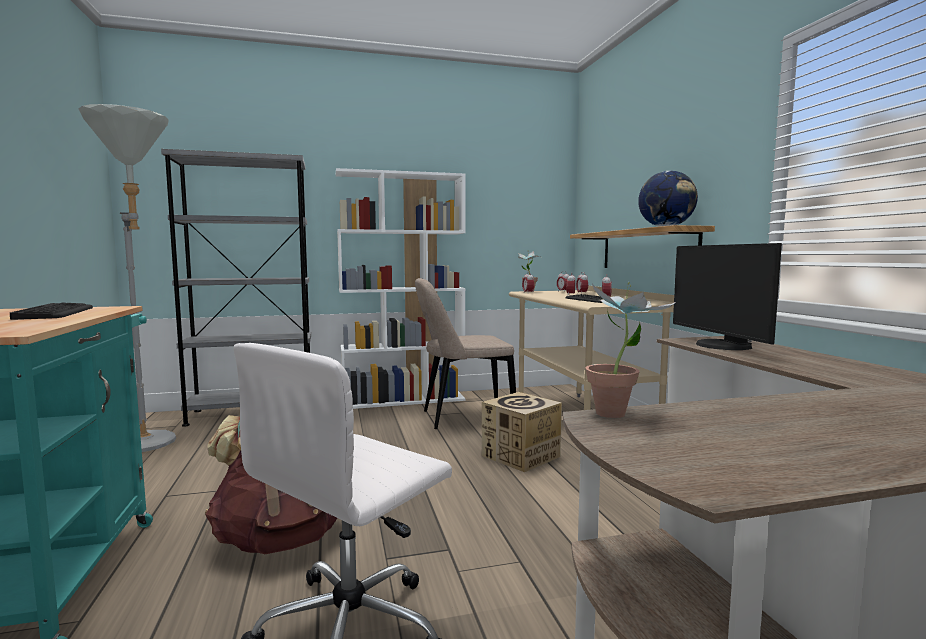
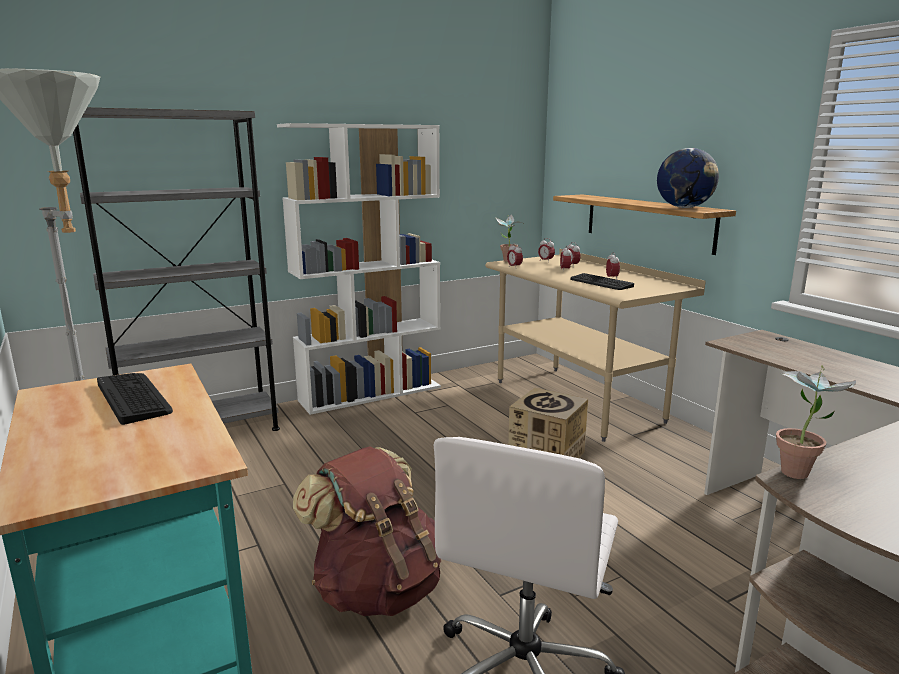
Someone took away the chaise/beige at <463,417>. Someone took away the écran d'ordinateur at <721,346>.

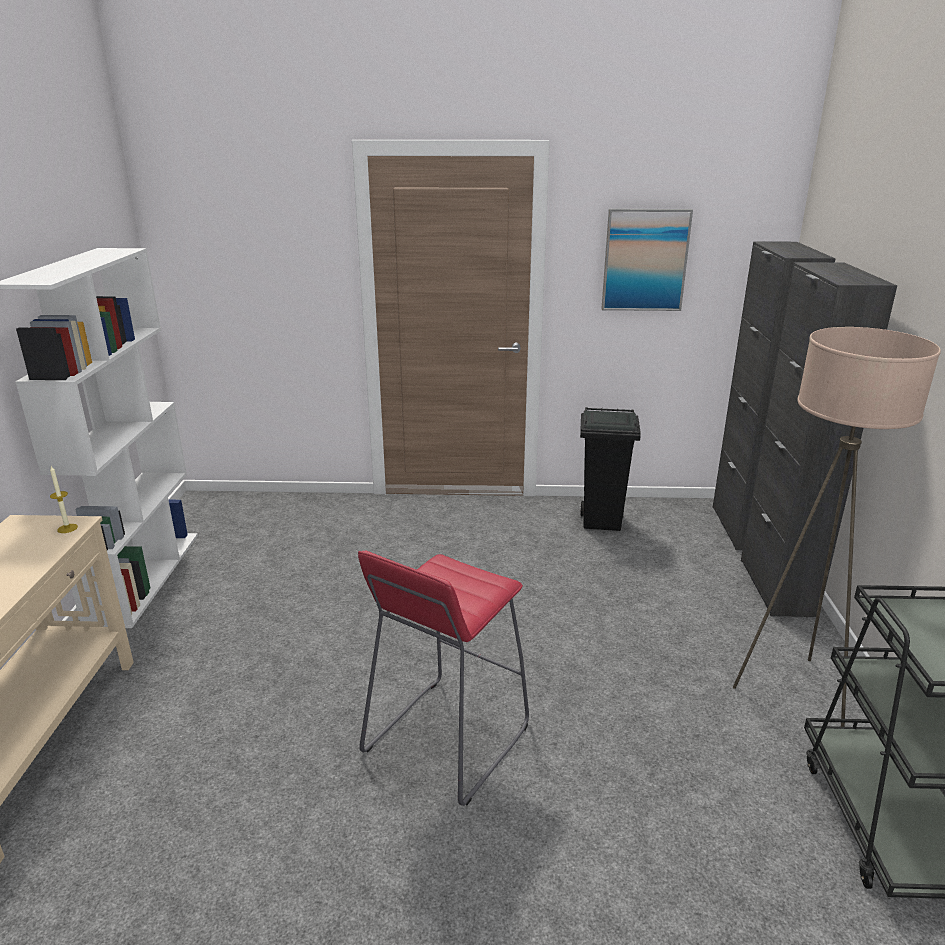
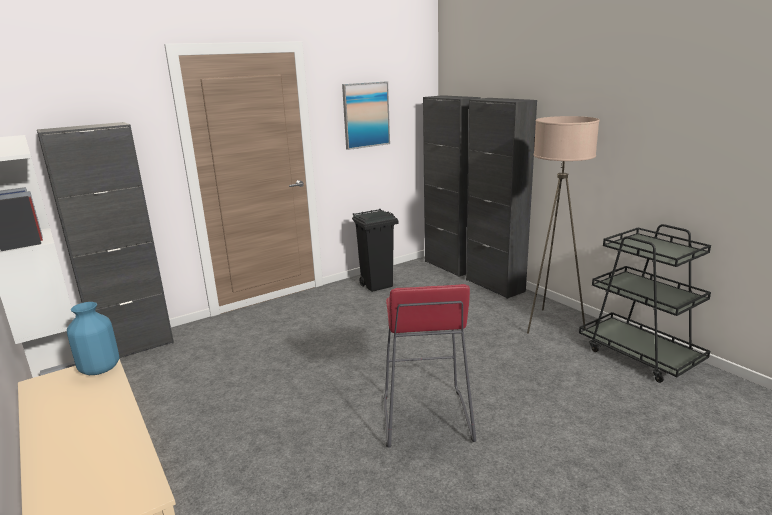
Someone put down the meuble de rangement/noir at <134,347>. Someone swapped the bougie at <67,528> for the vase/bleu at <99,369>.

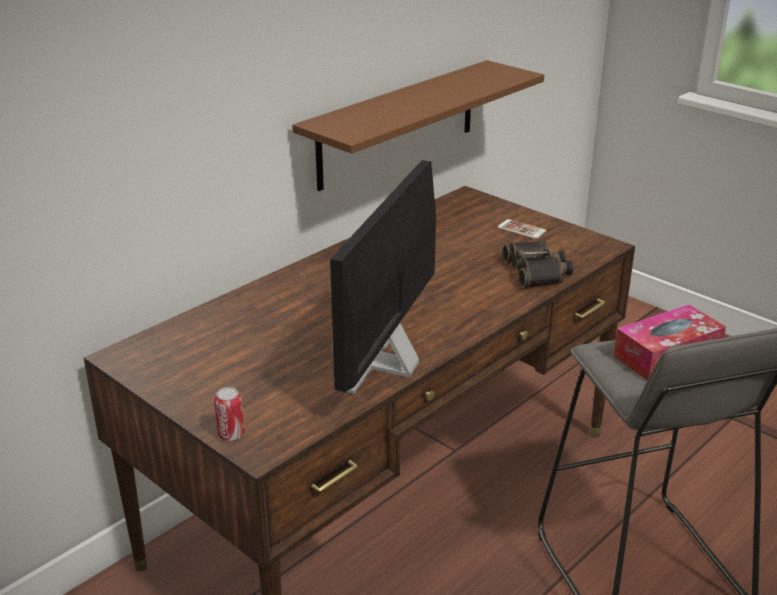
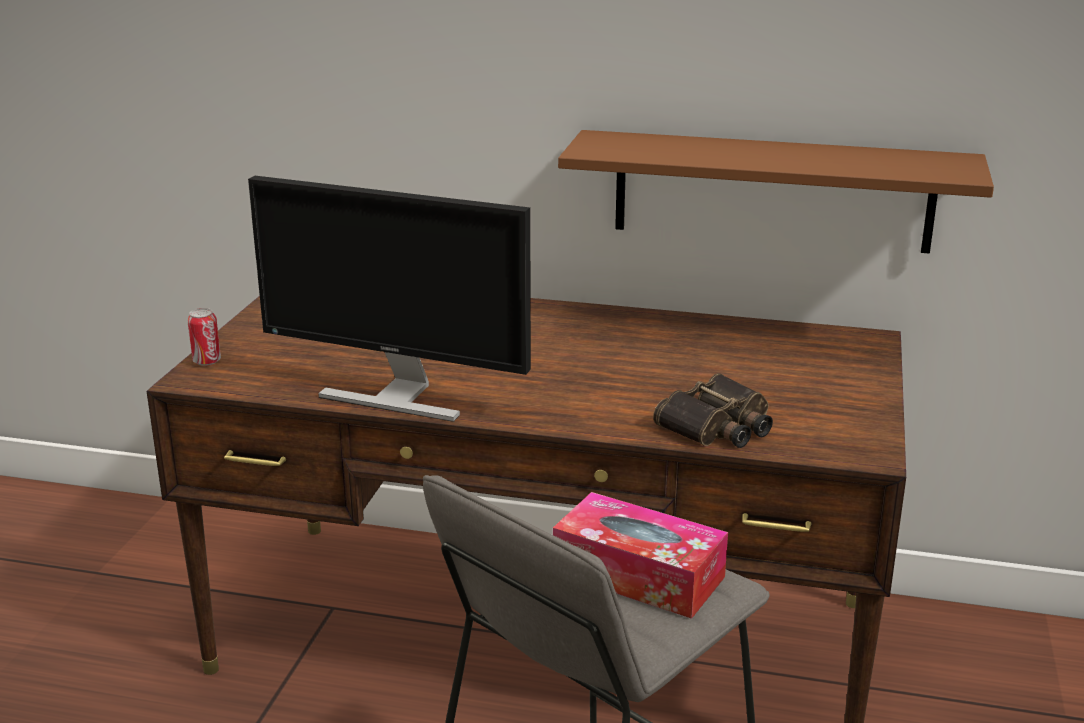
Someone rotated the écran d'ordinateur at <390,363> by 150 degrees counterclockwise. Someone took away the téléphone at <521,230>.

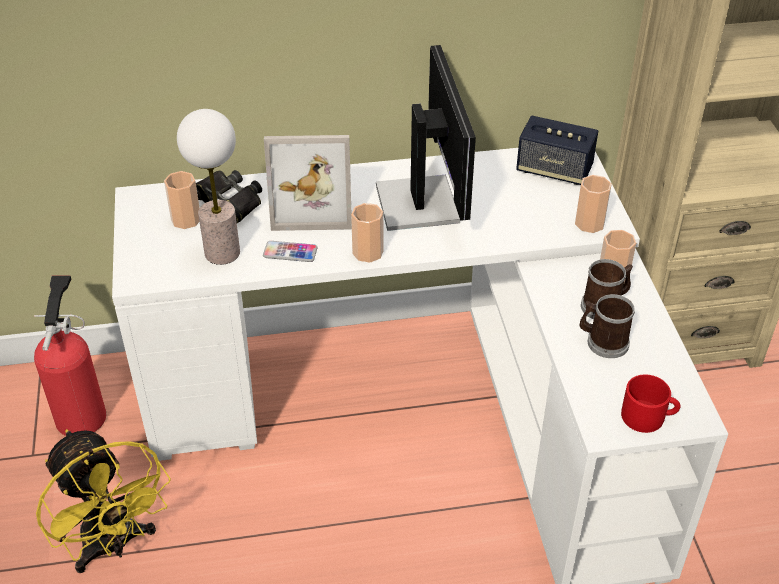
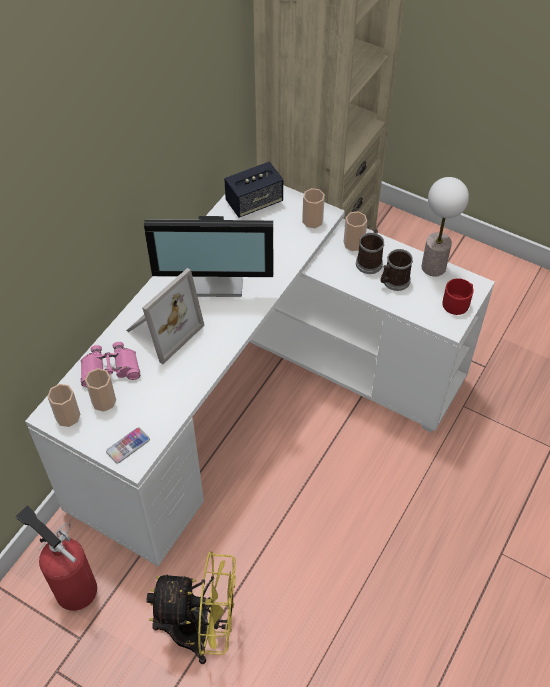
Someone carried the tasse from <368,252> to <68,416>. Someone repainted the jumelles/noir at <228,201>, which became the jumelles/rose at <110,369>. Someone carried the téléphone from <290,252> to <128,446>. Someone rotated the écran d'ordinateur at <421,202> by 150 degrees clockwise. Someone carried the lampe de table from <222,252> to <433,267>.

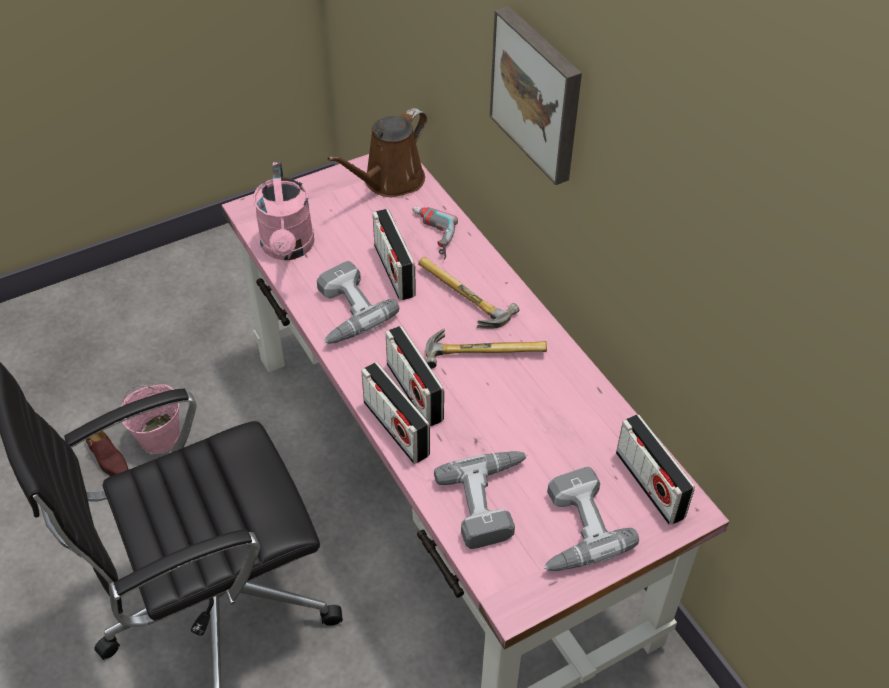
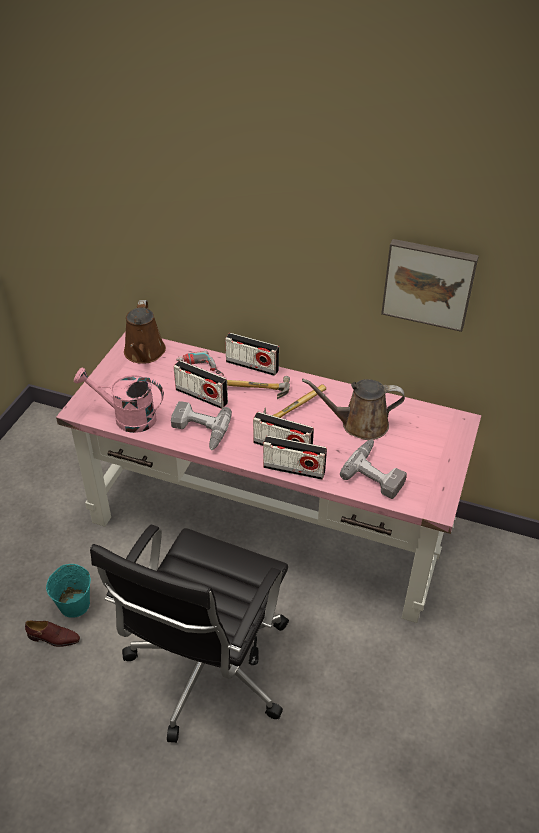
Someone repainted the seau/rose at <160,437>, which became the seau/turquoise at <74,604>. Someone rotated the arrosoir/rose at <288,249> by 150 degrees clockwise. Someone carried the radio from <649,485> to <252,366>. Someone put down the arrosoir/marron at <359,424>. Someone carried the tableau from <539,94> to <429,283>. Someone took away the perceuse at <573,529>.

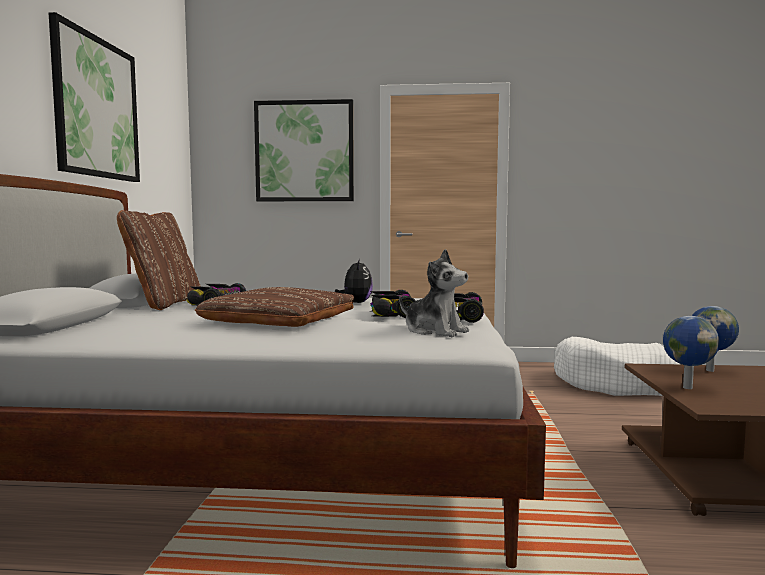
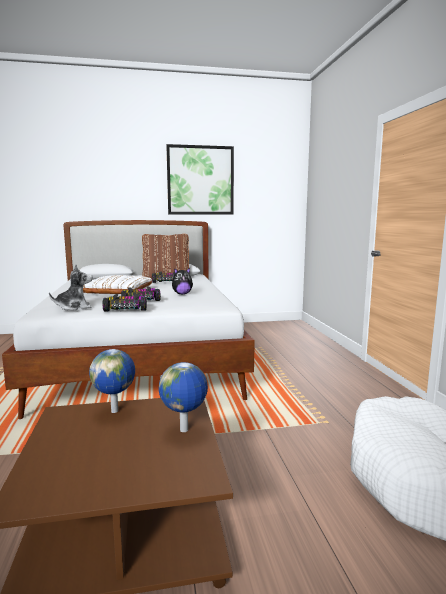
Someone rotated the peluche at <435,331> by 135 degrees counterclockwise. Someone repainted the coussin/marron at <279,319>, which became the coussin/blanc at <117,290>. Someone took away the tableau at <304,151>.

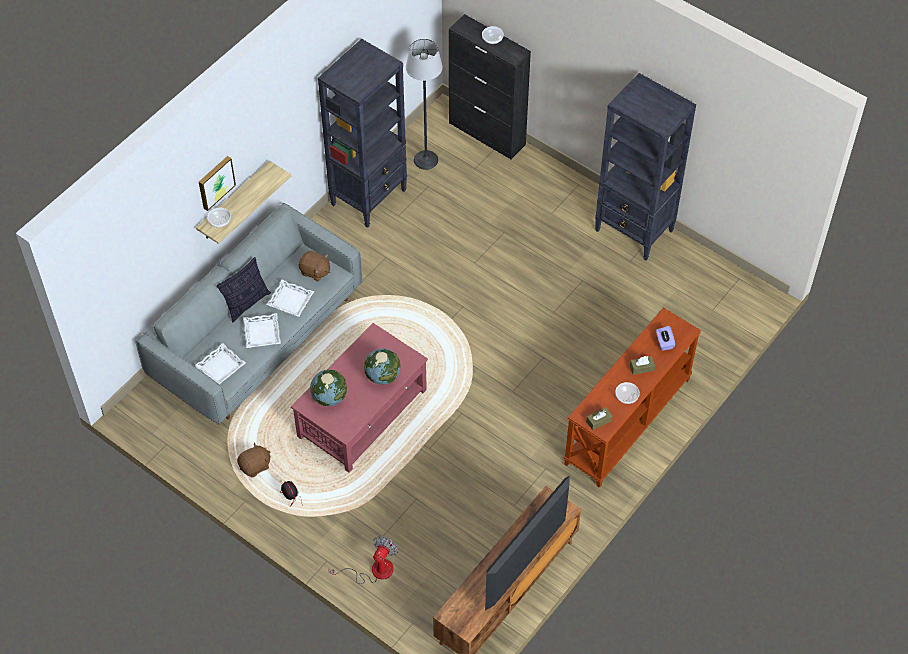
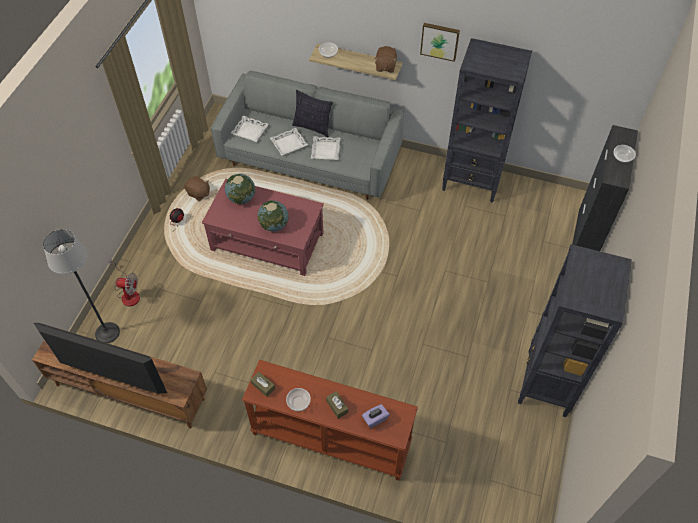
Someone carried the lampadaire from <426,159> to <107,333>. Someone carried the peluche/marron from <315,272> to <385,66>. Someone carried the tableau from <215,182> to <440,41>.

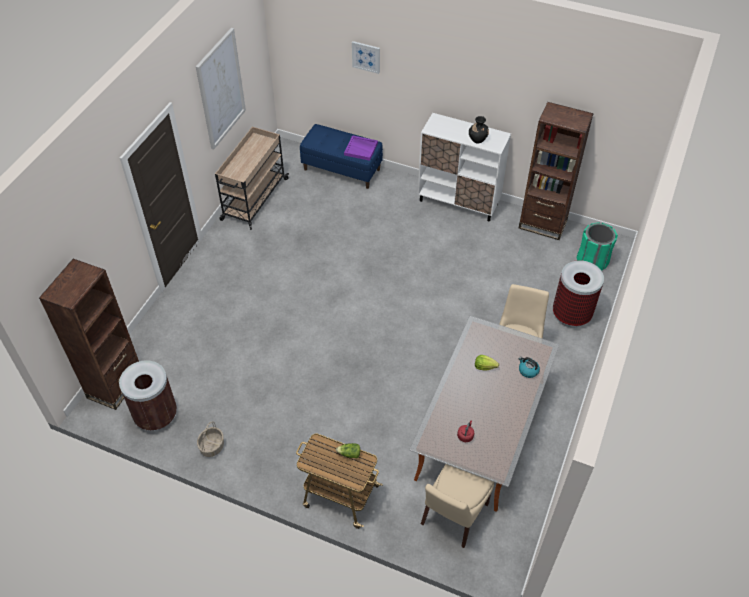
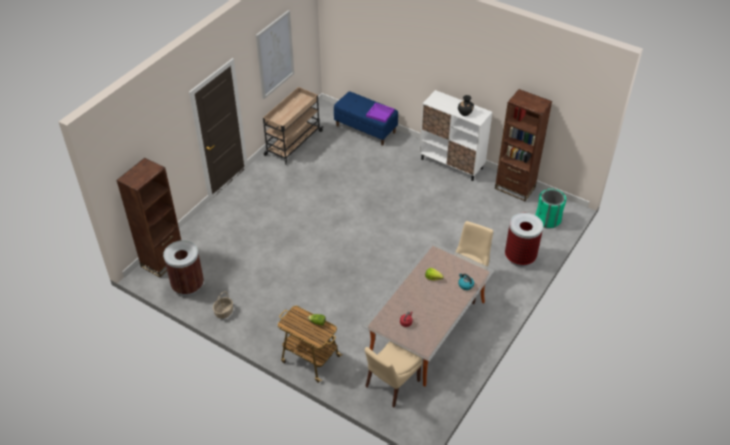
Someone took away the tableau at <366,57>.

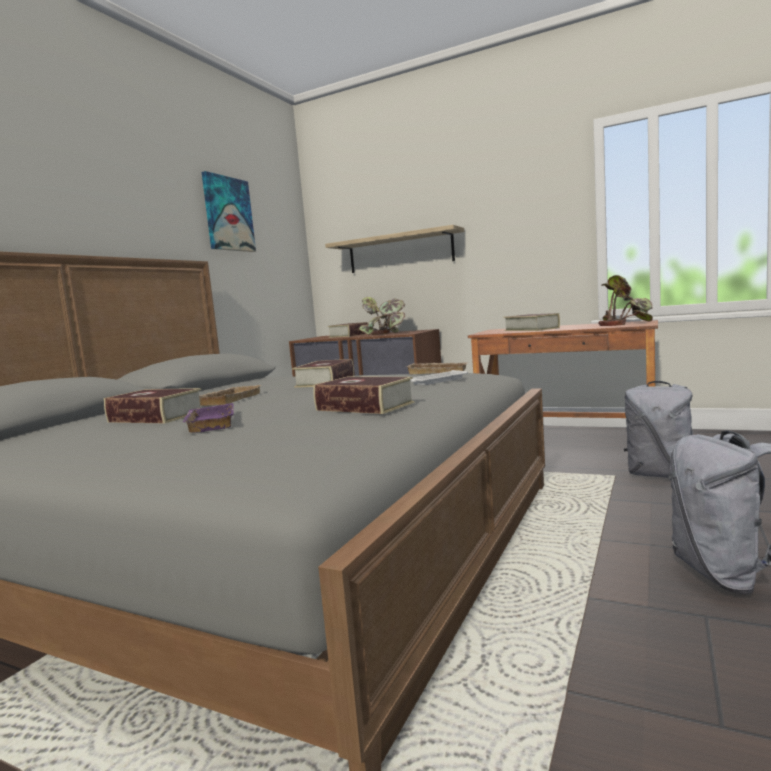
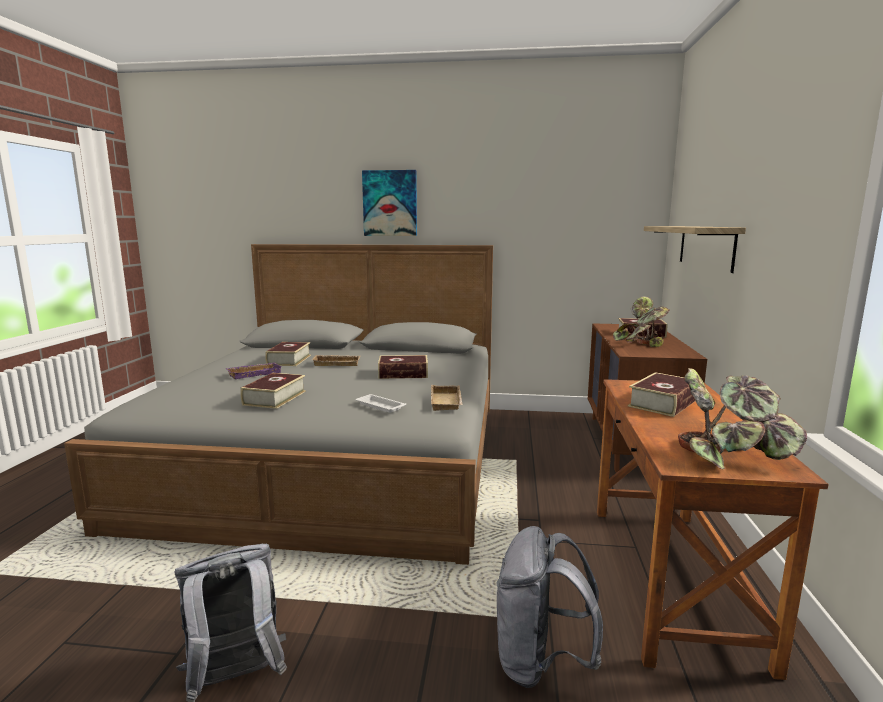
Someone carried the tableau from <228,214> to <390,203>.

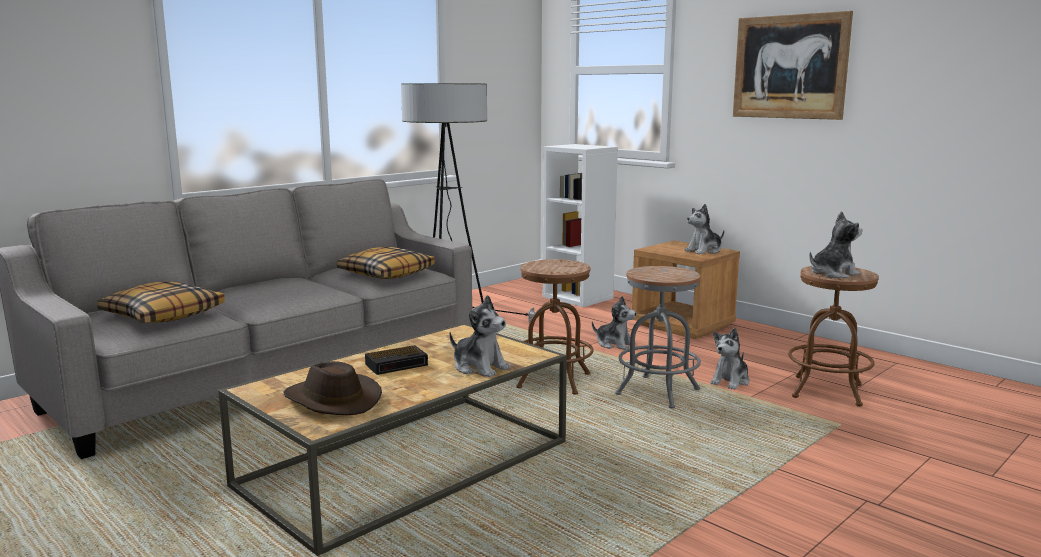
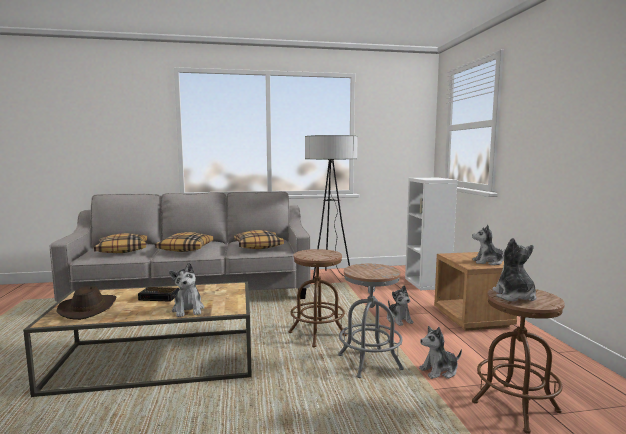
Someone put down the coussin at <186,248>. Someone rotated the peluche at <832,274> by 105 degrees counterclockwise. Someone took away the tableau at <789,67>.

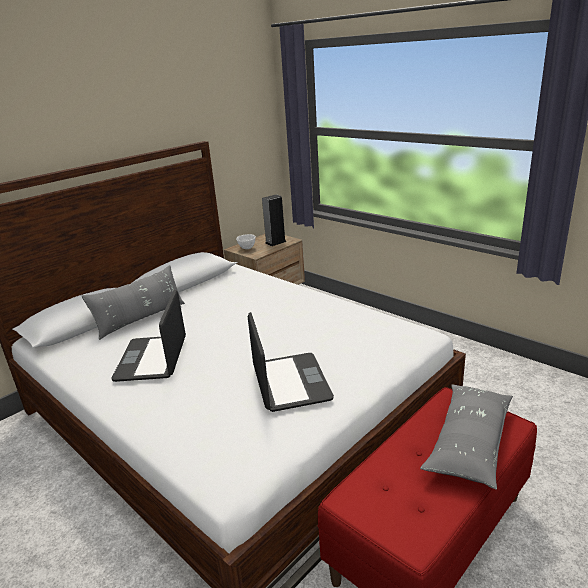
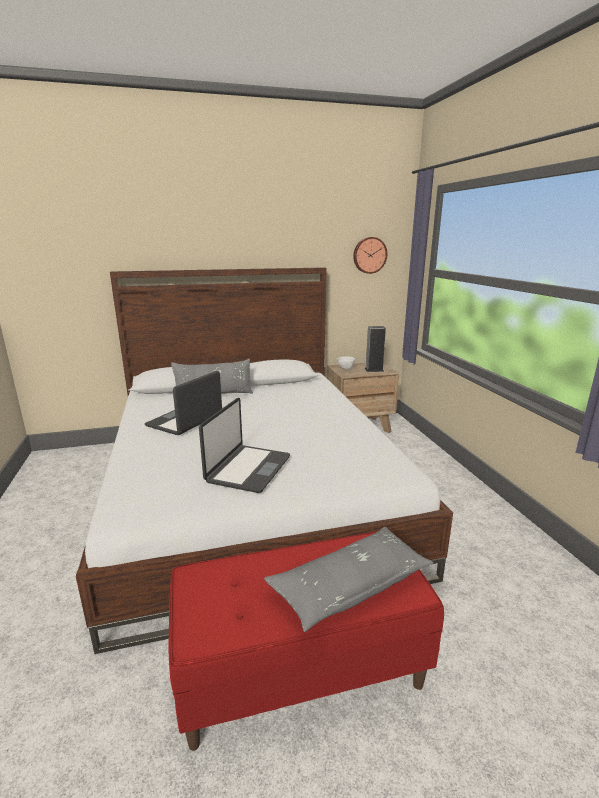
Someone put up the horloge murale at <369,255>.

